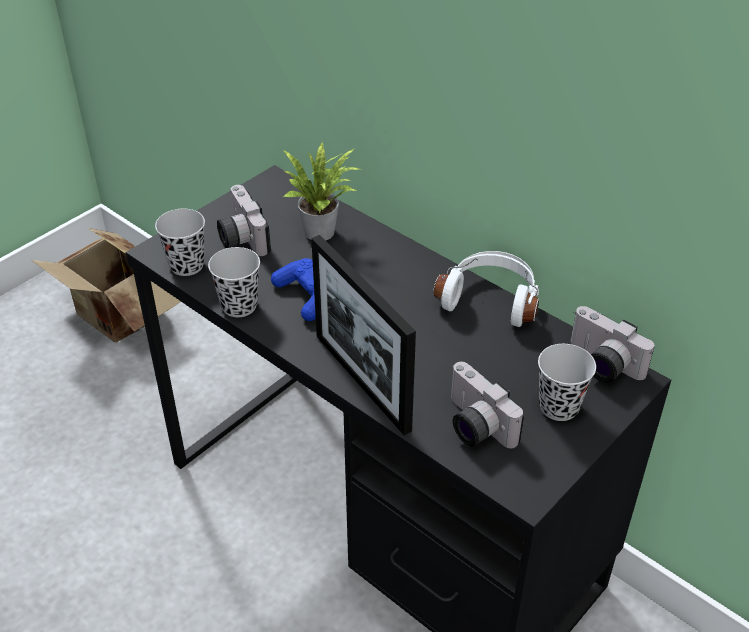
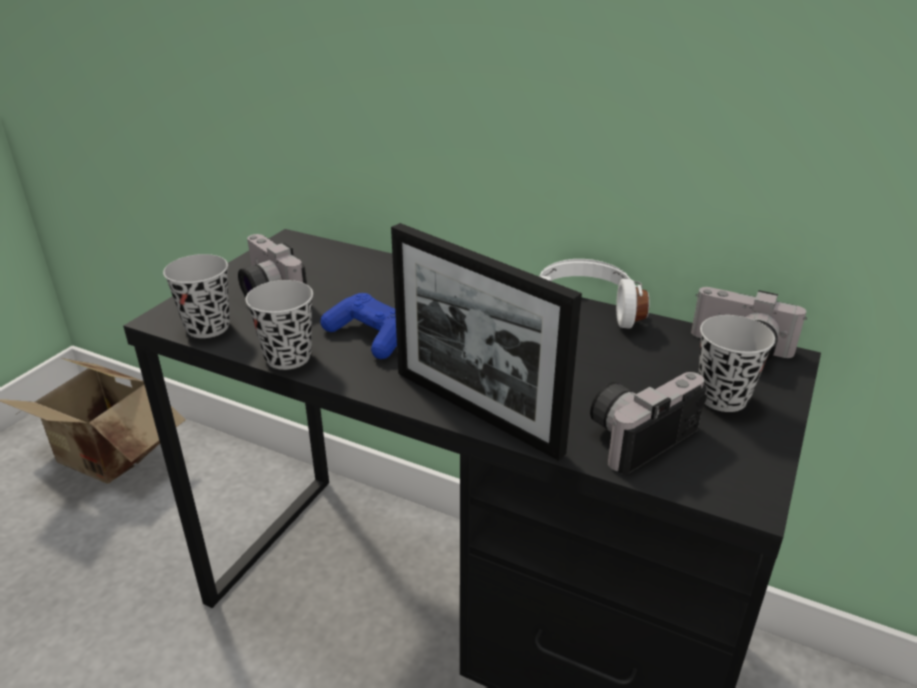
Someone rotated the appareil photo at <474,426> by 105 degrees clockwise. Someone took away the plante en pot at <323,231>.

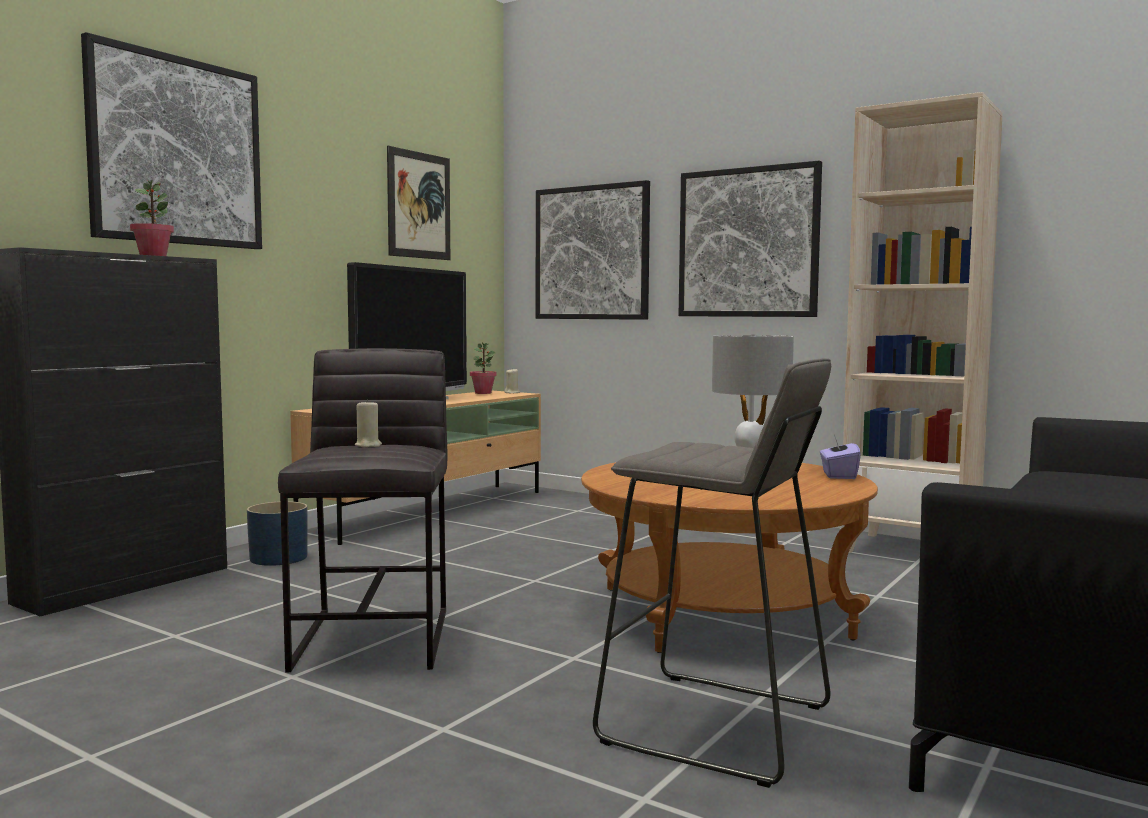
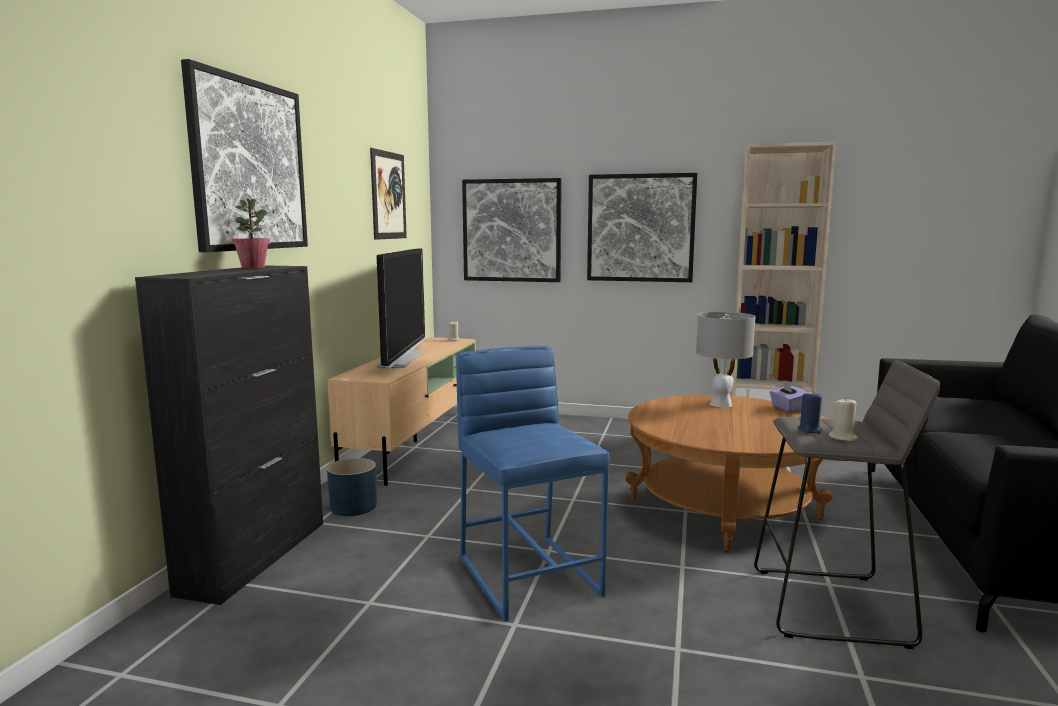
Someone repainted the tabouret/gris at <375,638>, which became the tabouret/bleu at <529,575>. Someone put down the bougie/bleu at <810,430>. Someone carried the bougie/beige from <368,445> to <842,437>. Someone took away the plante en pot at <483,393>.

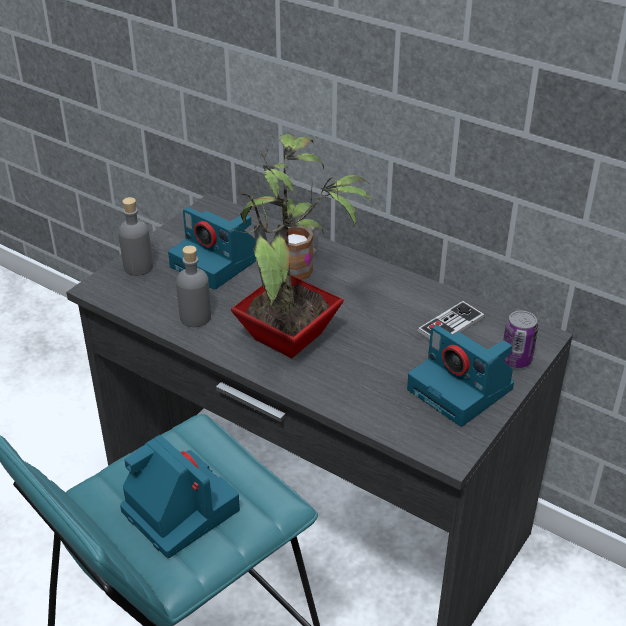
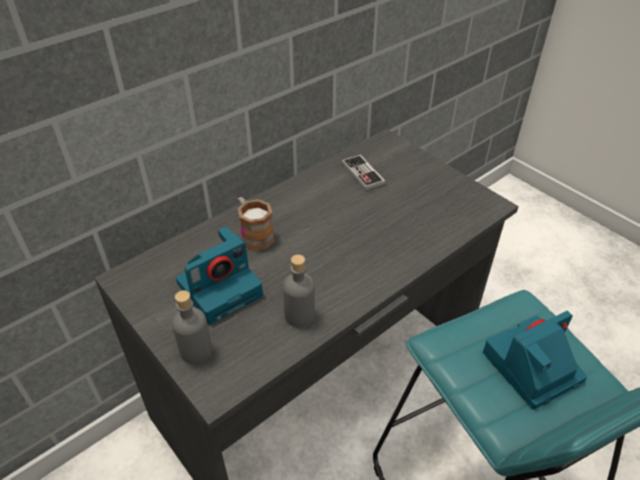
Someone took away the plante en pot at <291,340>. Someone took away the appareil photo at <462,390>. Someone took away the boîte métallique at <516,360>.

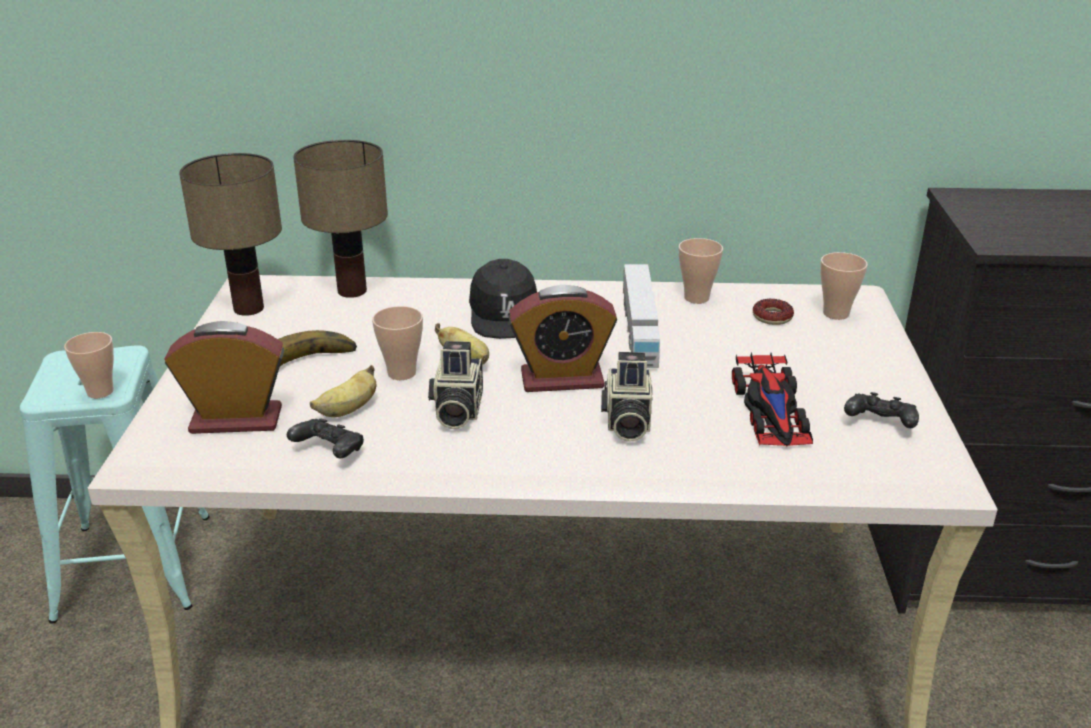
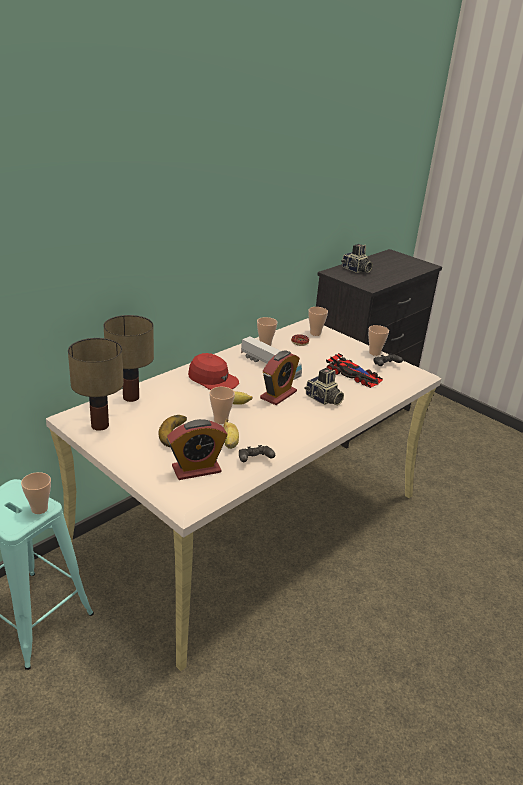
Someone rotated the réveil at <236,420> by 150 degrees counterclockwise. Someone repainted the casquette/noir at <505,314>, which became the casquette/rouge at <213,380>. Someone carried the appareil photo from <456,410> to <356,270>. Someone put down the tasse at <374,353>.

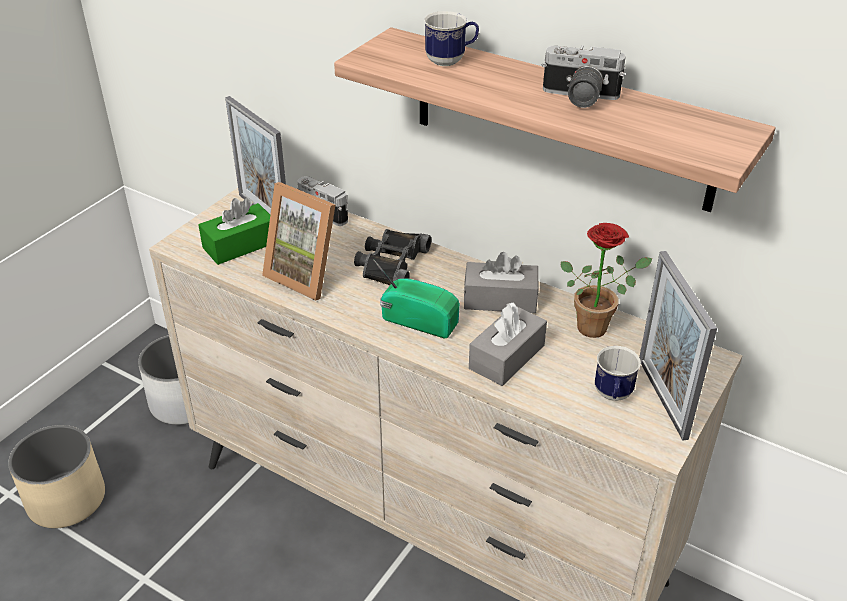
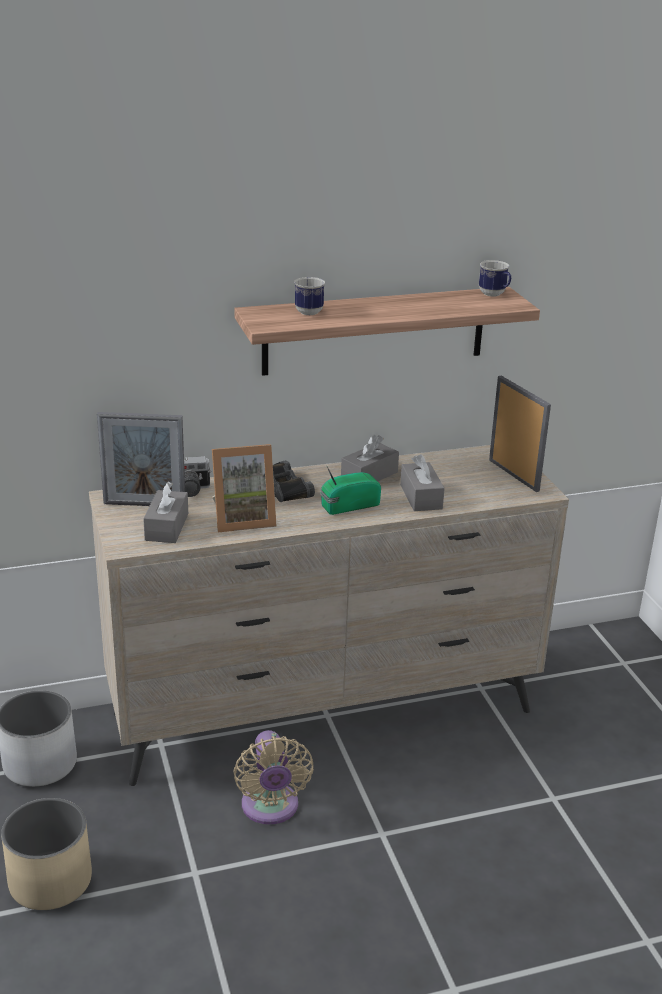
Someone repainted the boîte à mouchoirs/vert at <240,245>, which became the boîte à mouchoirs/gris at <167,527>. Someone put down the ventilateur/beige at <270,809>. Someone carried the mug from <612,396> to <494,295>. Someone rotated the cadre photo at <662,398> by 150 degrees counterclockwise. Someone took away the appareil photo at <578,98>. Someone took away the plante en pot at <597,326>.

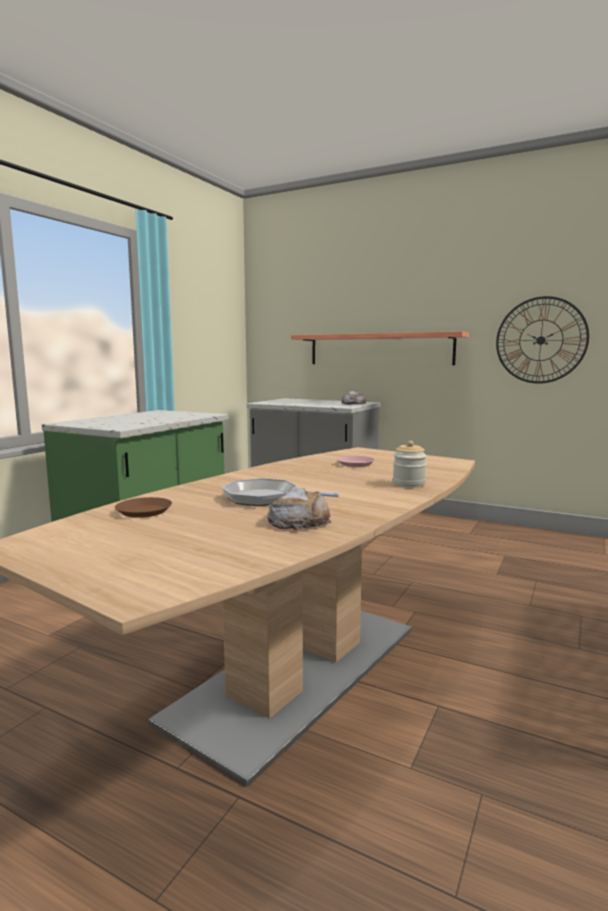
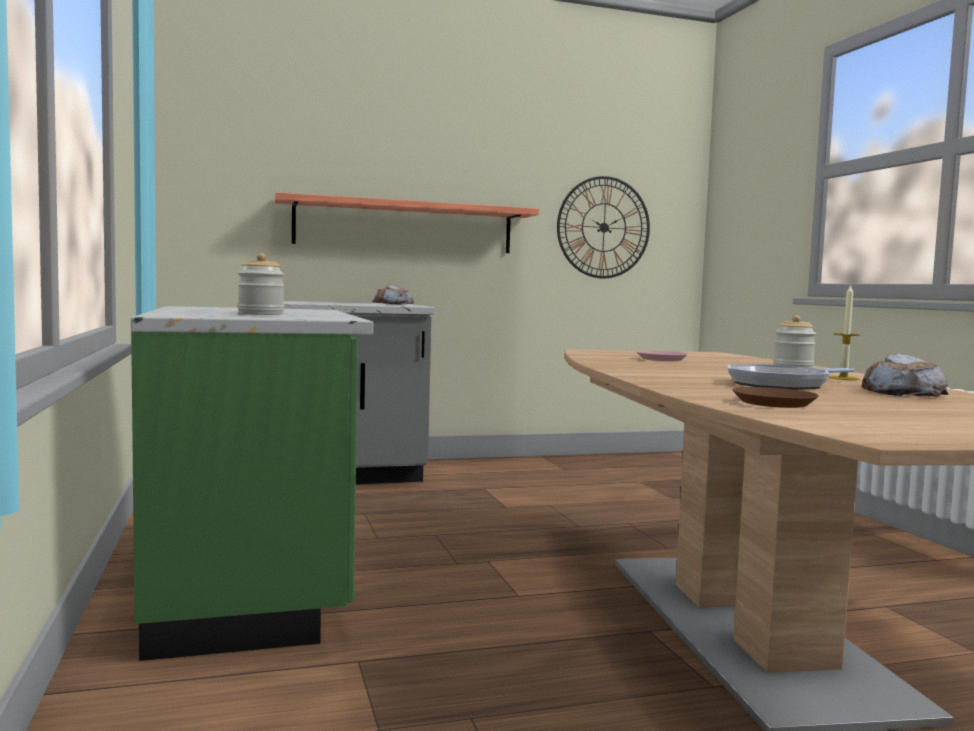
Someone put down the bocal at <261,314>. Someone put down the bougie at <843,378>.

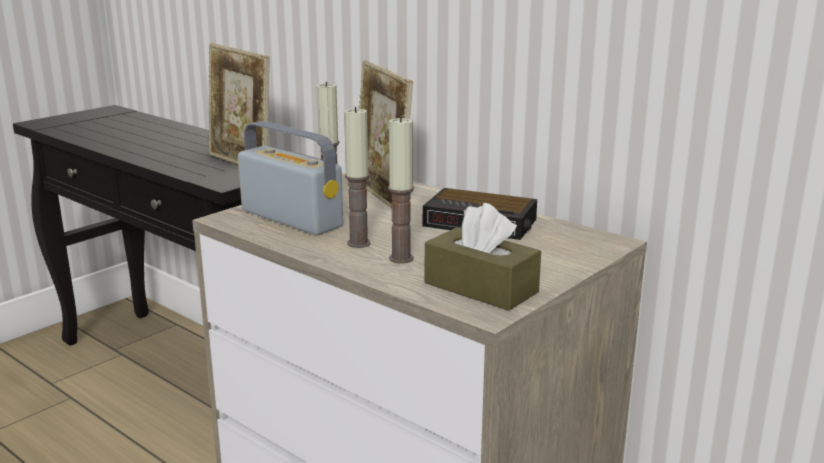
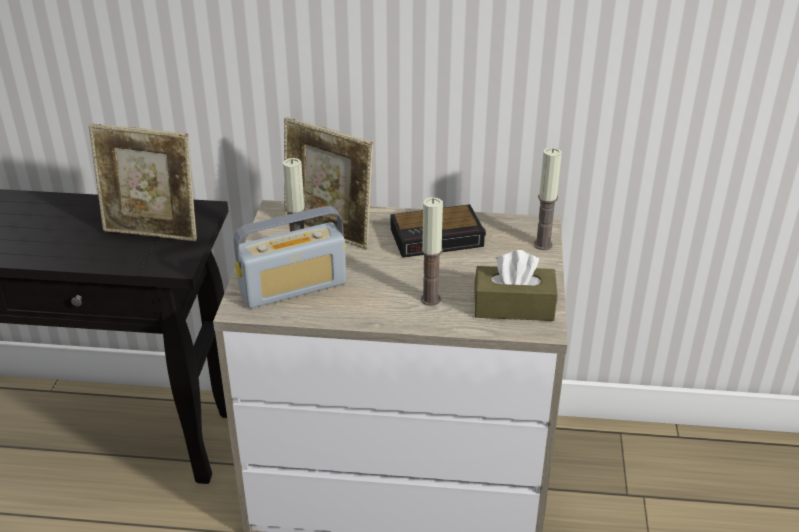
Someone rotated the radio at <291,218> by 150 degrees clockwise. Someone carried the bougie from <358,243> to <543,245>.

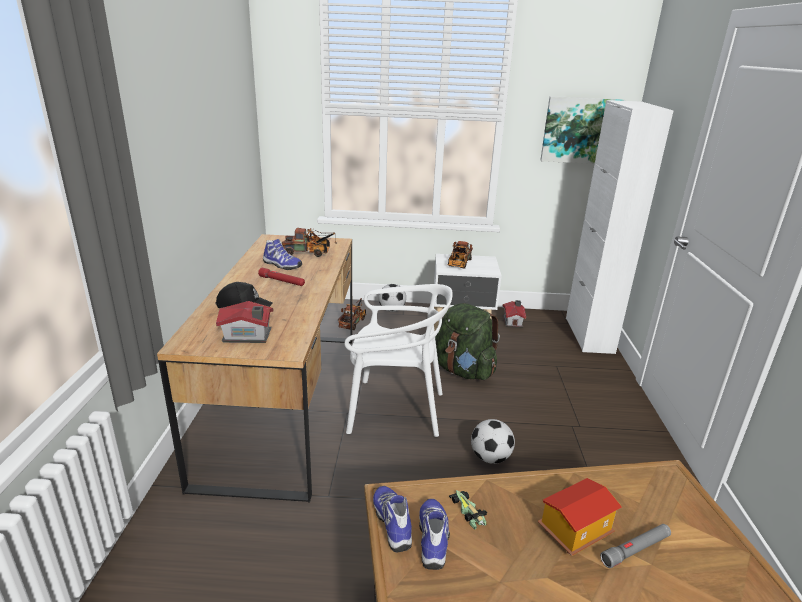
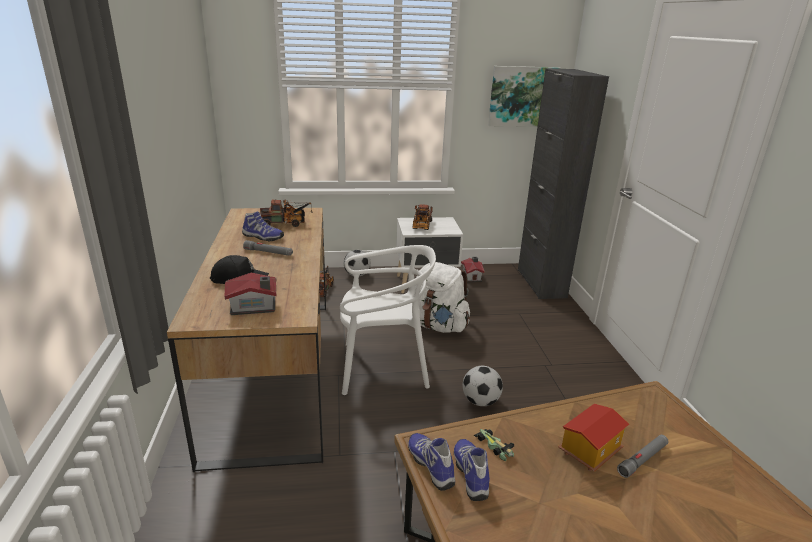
Someone repainted the lampe de poche/rouge at <282,281>, which became the lampe de poche/gris at <268,252>. Someone repainted the sac à dos/vert at <463,370>, which became the sac à dos/blanc at <437,325>. Someone repainted the meuble de rangement/blanc at <589,335>, which became the meuble de rangement/noir at <541,283>.

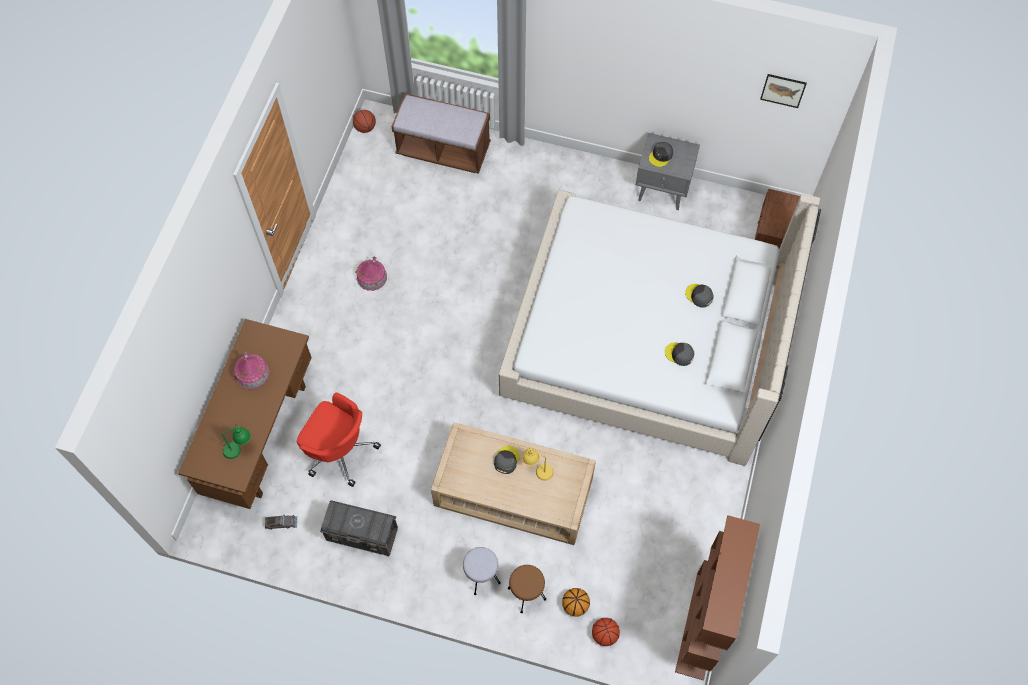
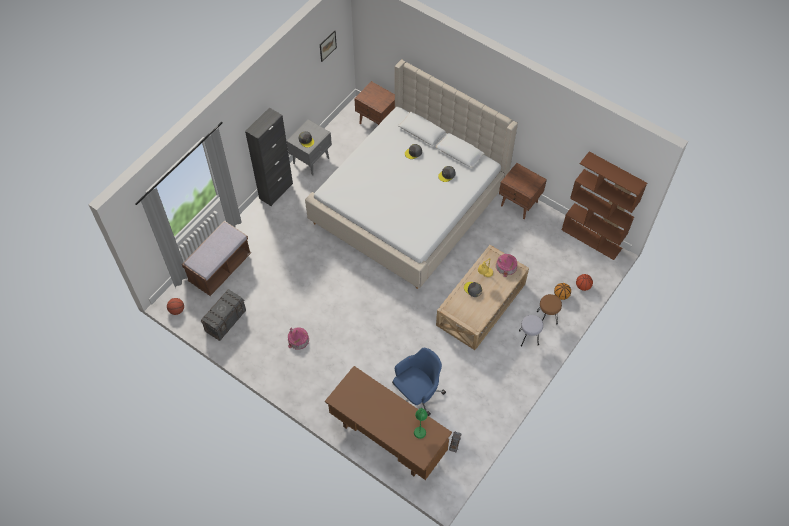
Someone carried the boîte de rangement/gris from <362,535> to <226,321>. Someone put down the meuble de rangement/noir at <276,191>. Someone repainted the chaise de bureau/rouge at <339,450>, which became the chaise de bureau/bleu at <417,393>. Someone carried the maison miniature from <252,373> to <506,266>. Someone put down the table de chevet/marron at <519,204>.

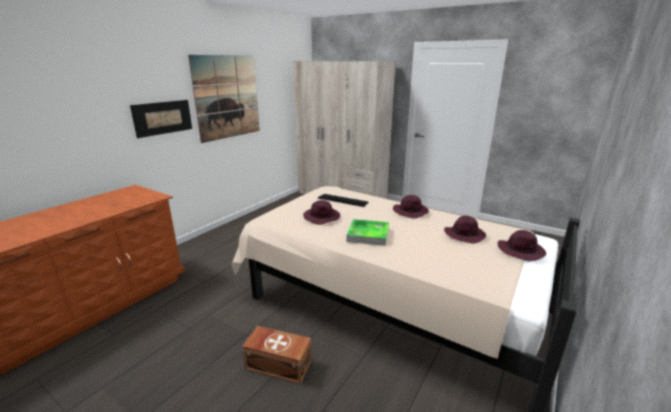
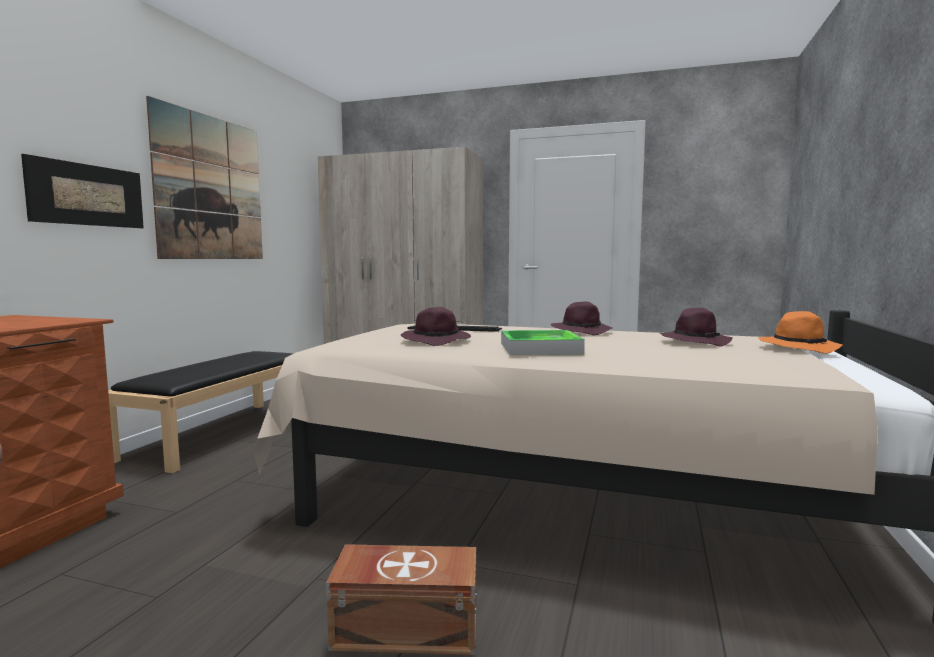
Someone put down the banc/noir at <223,432>. Someone repainted the chapeau/violet at <521,251>, which became the chapeau/orange at <798,348>.

